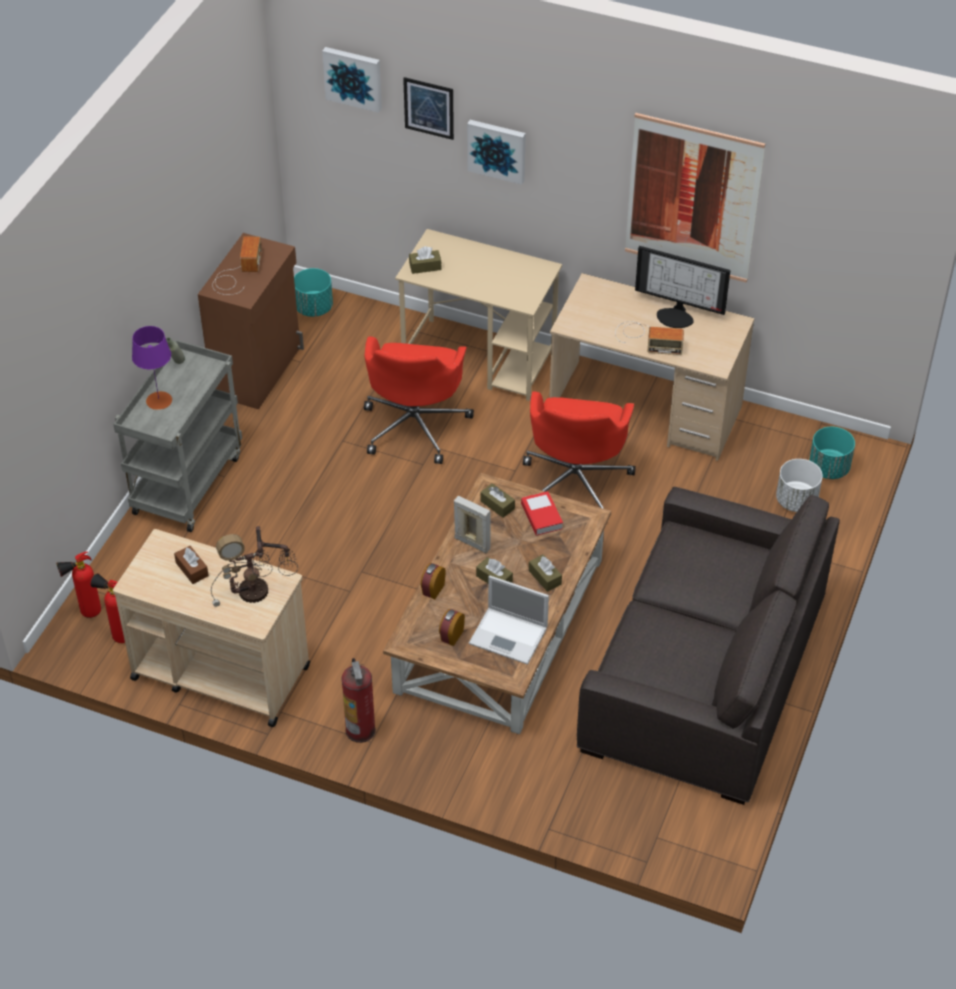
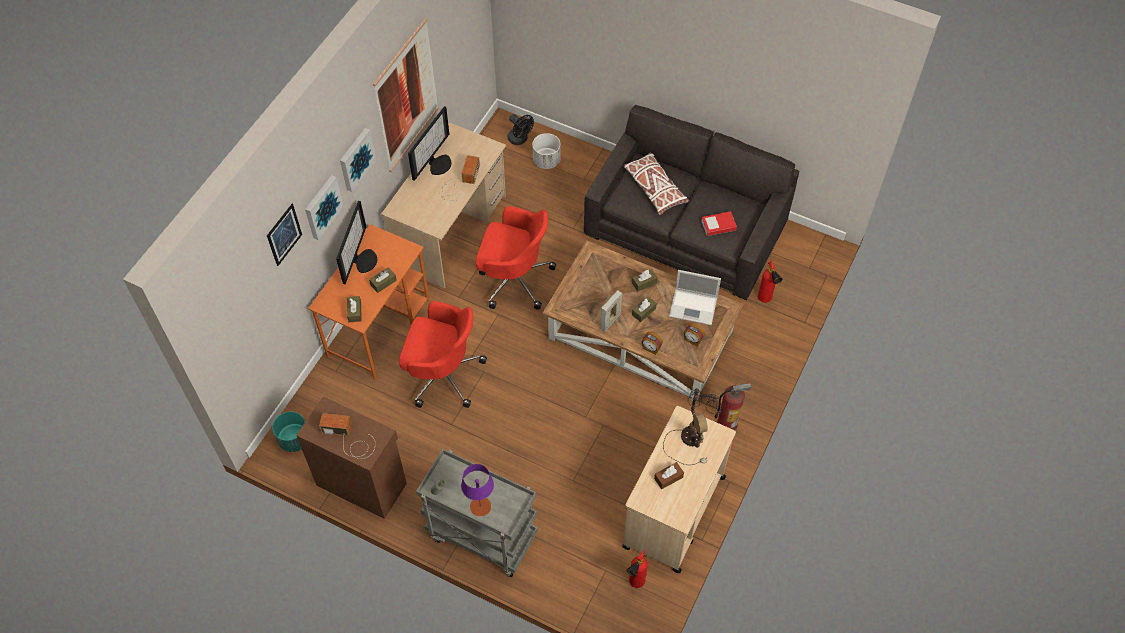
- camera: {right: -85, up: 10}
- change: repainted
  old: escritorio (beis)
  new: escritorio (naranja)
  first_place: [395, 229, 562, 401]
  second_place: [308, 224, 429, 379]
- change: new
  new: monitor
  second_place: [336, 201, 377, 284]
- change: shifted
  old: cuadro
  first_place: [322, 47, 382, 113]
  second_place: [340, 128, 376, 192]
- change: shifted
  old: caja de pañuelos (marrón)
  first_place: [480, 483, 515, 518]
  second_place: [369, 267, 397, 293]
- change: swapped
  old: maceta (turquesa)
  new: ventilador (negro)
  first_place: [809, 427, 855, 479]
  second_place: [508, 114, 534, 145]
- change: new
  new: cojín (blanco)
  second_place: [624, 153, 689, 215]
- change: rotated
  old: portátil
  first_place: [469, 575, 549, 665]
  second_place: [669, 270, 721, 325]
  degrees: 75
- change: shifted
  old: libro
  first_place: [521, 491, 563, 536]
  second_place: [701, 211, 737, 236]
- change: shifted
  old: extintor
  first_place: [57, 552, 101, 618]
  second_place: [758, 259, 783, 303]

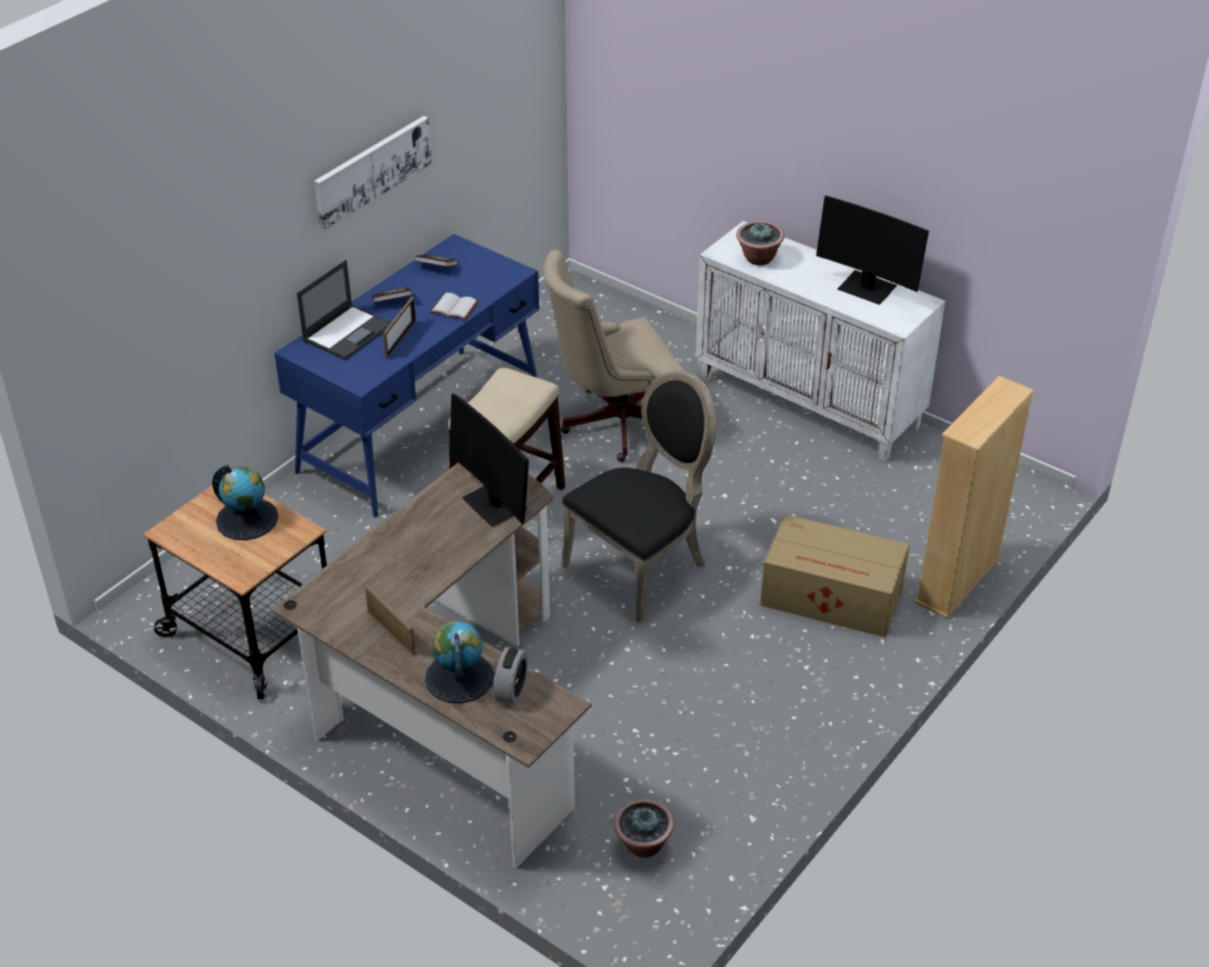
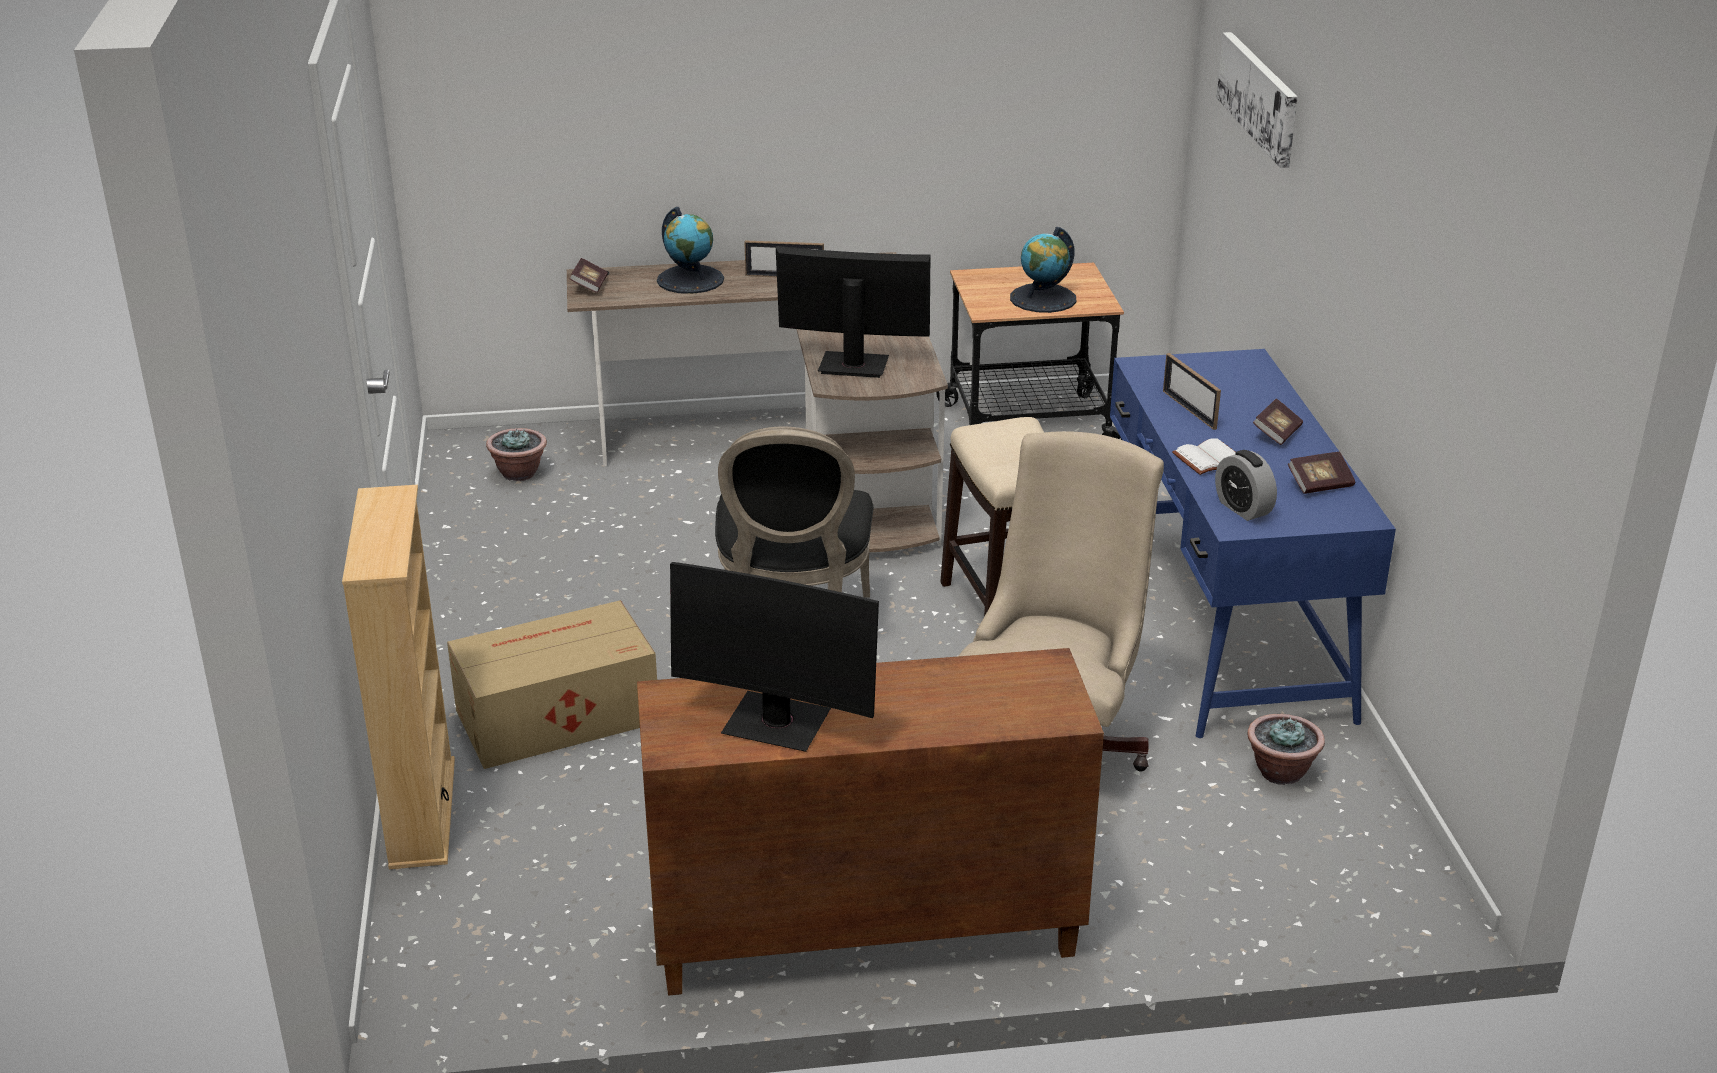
- camera: {right: 135, up: -10}
- change: new
  new: libro
  second_place: [570, 258, 608, 293]
- change: repainted
  old: armario (blanco)
  new: armario (marrón)
  first_place: [695, 221, 945, 462]
  second_place: [637, 648, 1104, 996]
- change: rotated
  old: monitor
  first_place: [816, 196, 929, 305]
  second_place: [670, 562, 879, 752]
  degrees: -150
- change: shifted
  old: despertador
  first_place: [494, 647, 528, 705]
  second_place: [1215, 450, 1277, 521]
- change: shifted
  old: cuadro
  first_place: [314, 116, 432, 230]
  second_place: [1217, 32, 1298, 168]
- change: shifted
  old: planta en maceta
  first_place: [736, 221, 784, 265]
  second_place: [1247, 714, 1325, 785]
- change: gone
  old: portátil
  first_place: [297, 260, 391, 360]

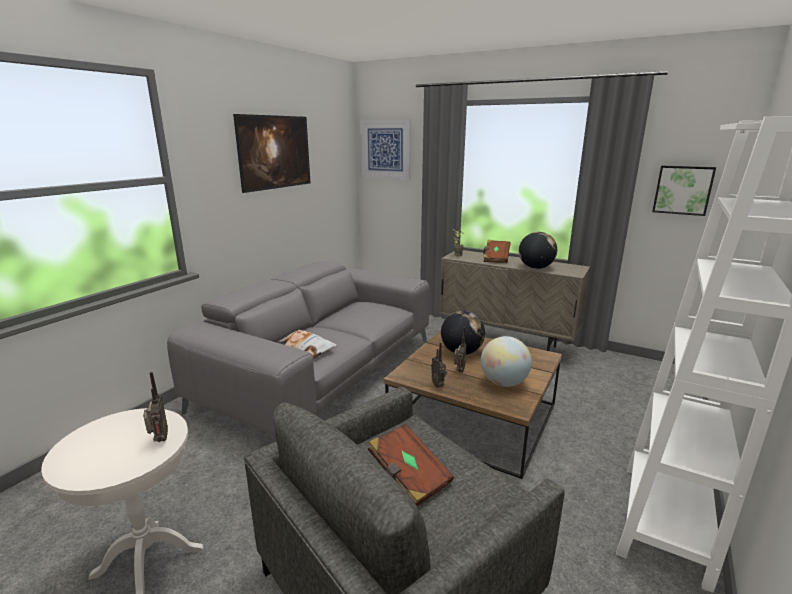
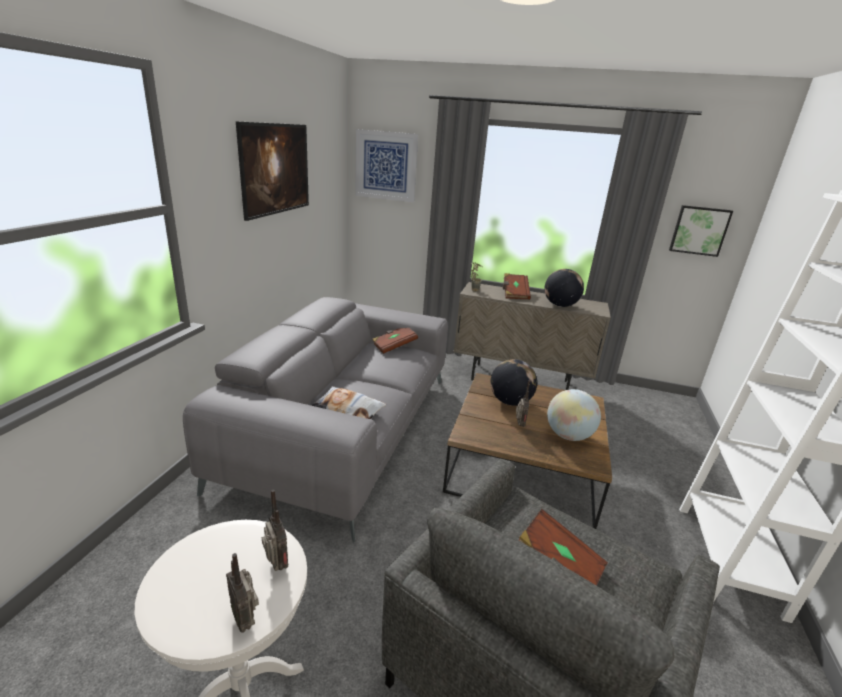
- camera: {right: -15, up: 5}
- change: shifted
  old: radio
  first_place: [431, 342, 447, 388]
  second_place: [226, 553, 259, 633]
- change: new
  new: libro (marrón)
  second_place: [372, 328, 418, 354]

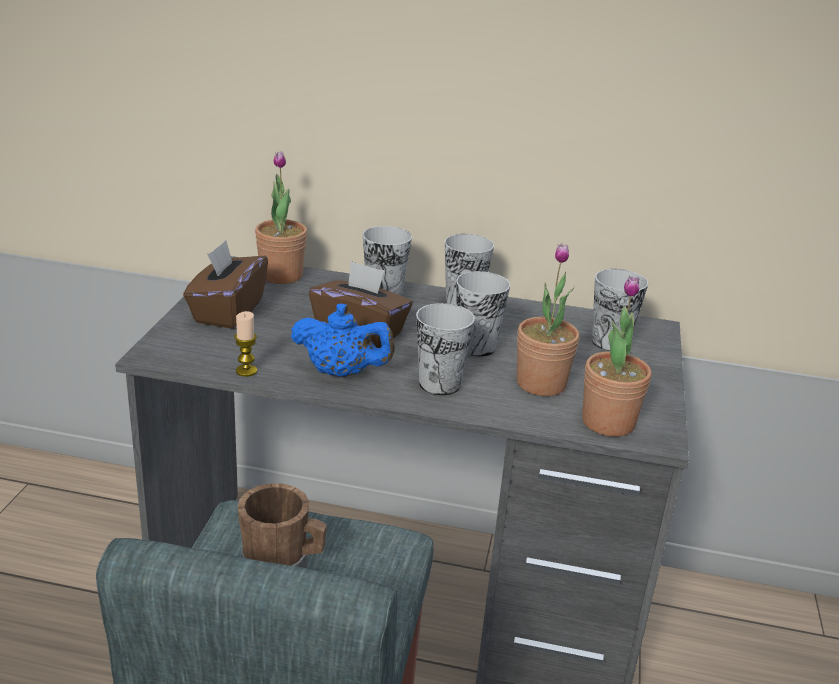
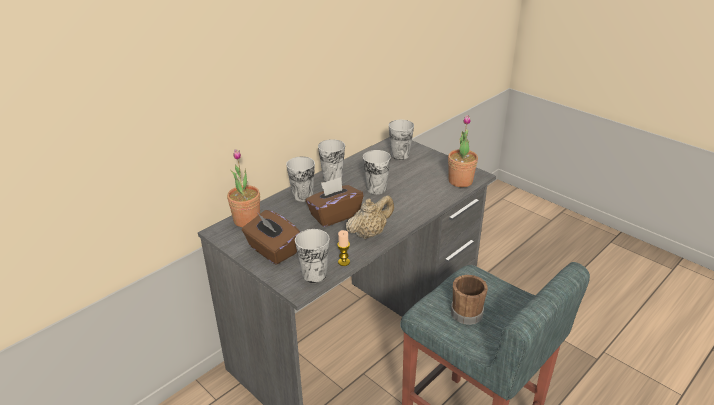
- camera: {right: -55, up: 5}
- change: shifted
  old: taza
  first_place: [416, 303, 475, 396]
  second_place: [295, 229, 330, 283]
- change: repainted
  old: tetera (azul)
  new: tetera (beis)
  first_place: [291, 304, 395, 378]
  second_place: [346, 195, 394, 239]
- change: gone
  old: planta en maceta
  first_place: [517, 243, 579, 396]

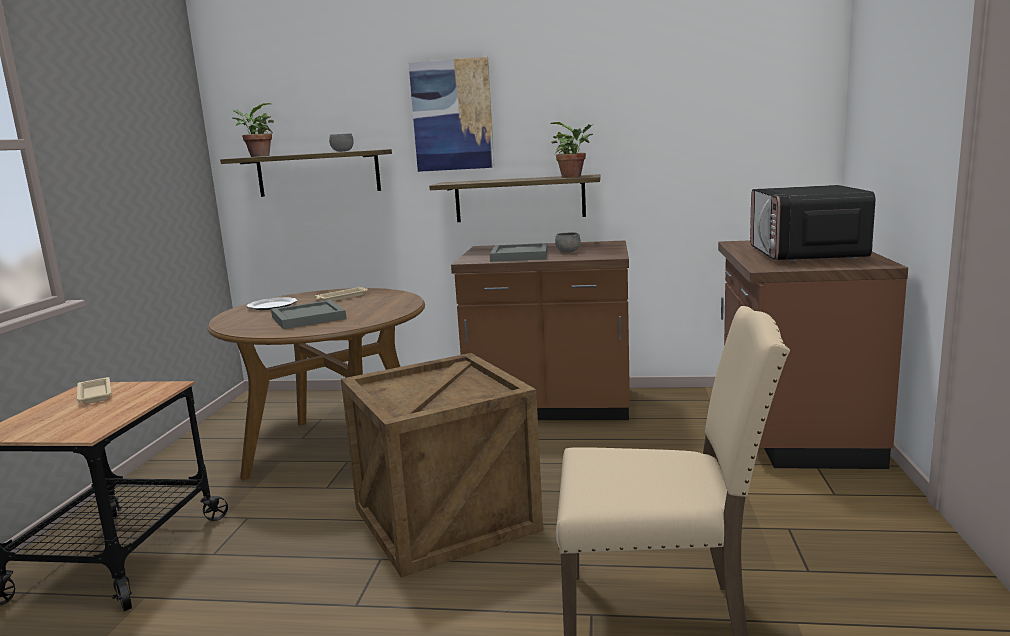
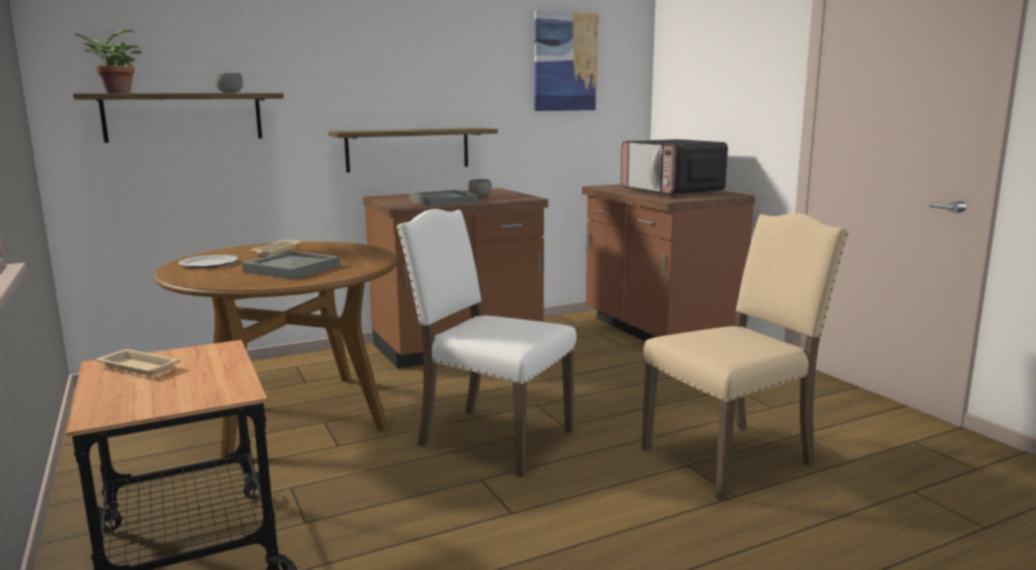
- camera: {right: -35, up: 0}
- change: swapped
  old: caja de embalaje
  new: silla (blanco)
  first_place: [341, 353, 543, 578]
  second_place: [396, 209, 576, 477]
- change: shifted
  old: cuadro
  first_place: [409, 57, 495, 172]
  second_place: [534, 10, 599, 111]
- change: gone
  old: planta en maceta
  first_place: [551, 122, 593, 178]

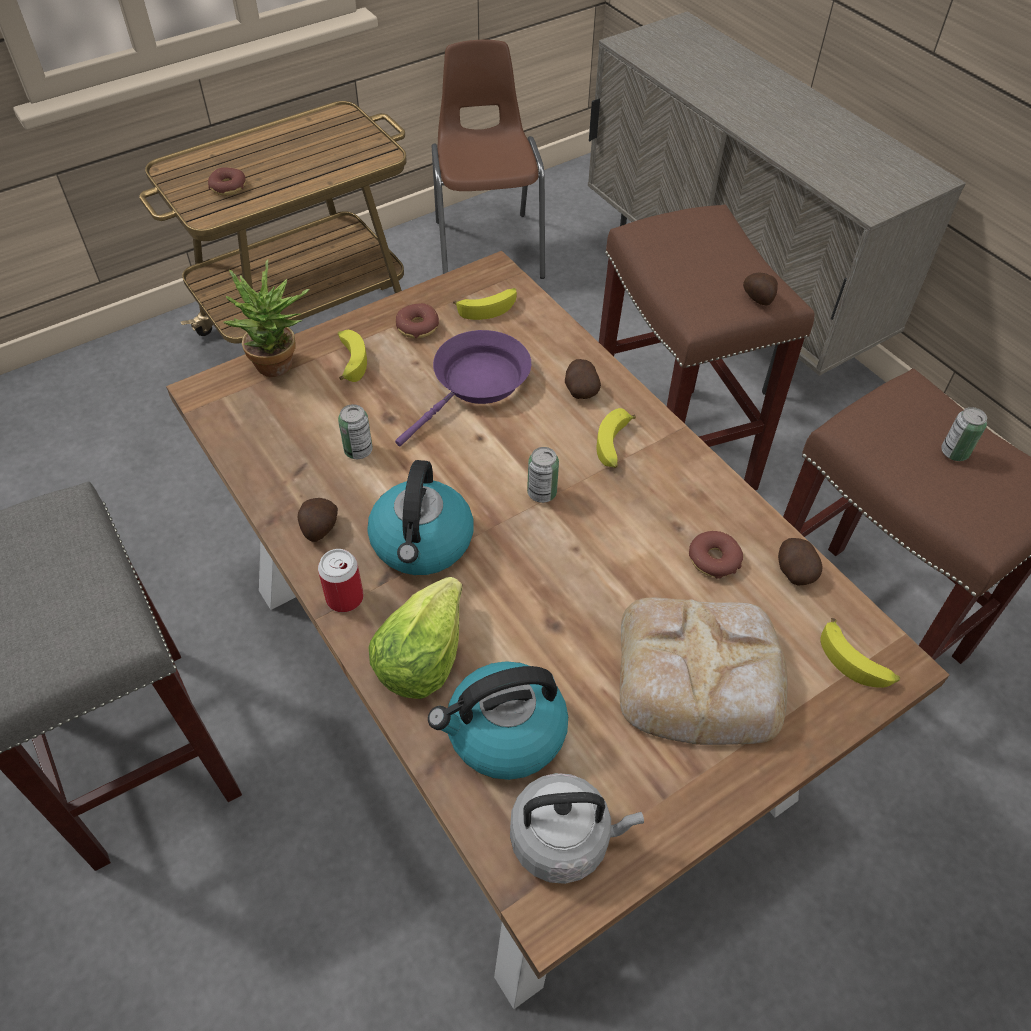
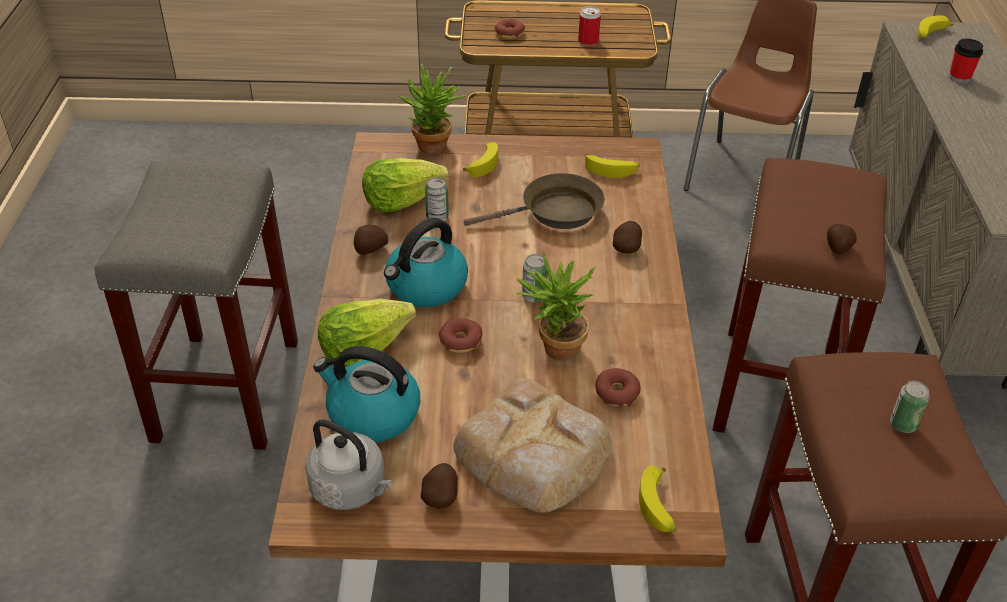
- camera: {right: 35, up: -10}
- change: new
  new: lechuga
  second_place: [362, 158, 449, 213]
- change: shifted
  old: patata
  first_place: [778, 538, 823, 585]
  second_place: [421, 463, 458, 509]
- change: shifted
  old: rosquilla
  first_place: [396, 303, 439, 338]
  second_place: [439, 318, 482, 353]
- change: repainted
  old: sartén (morado)
  new: sartén (marrón)
  first_place: [395, 330, 531, 446]
  second_place: [464, 173, 605, 229]
- change: new
  new: planta en maceta
  second_place: [516, 252, 597, 361]
- change: shifted
  old: lata
  first_place: [318, 549, 364, 612]
  second_place: [578, 6, 601, 46]
- change: shifted
  old: plátano
  first_place: [597, 408, 636, 468]
  second_place: [917, 15, 953, 39]
- change: new
  new: taza
  second_place: [949, 39, 983, 83]

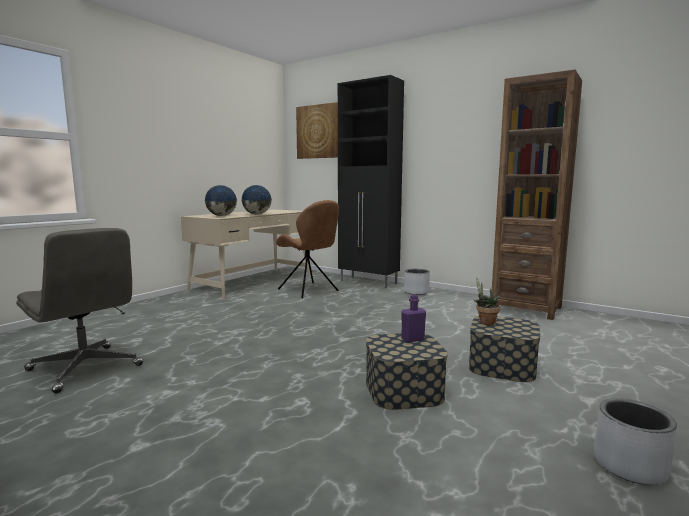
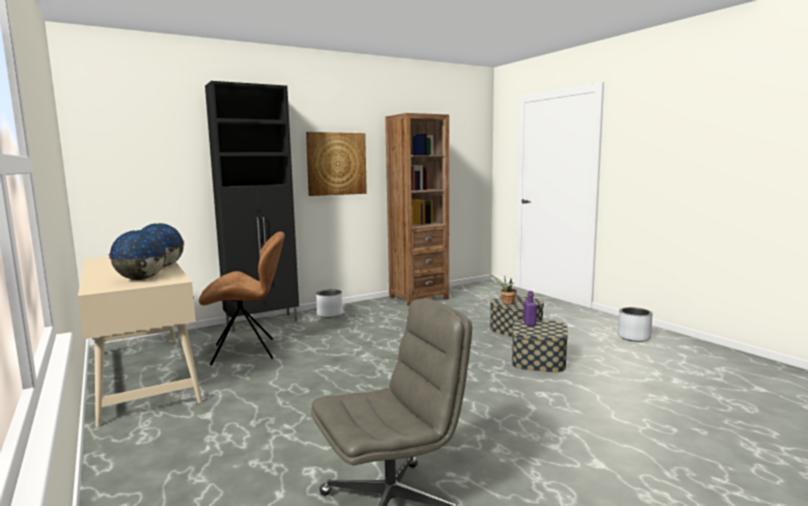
- camera: {right: -65, up: 0}
- change: shifted
  old: cuadro
  first_place: [296, 102, 338, 159]
  second_place: [306, 132, 367, 196]

